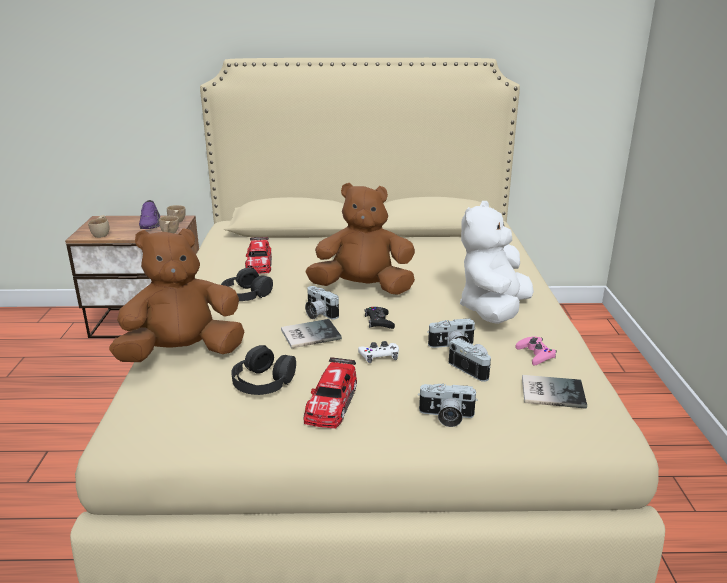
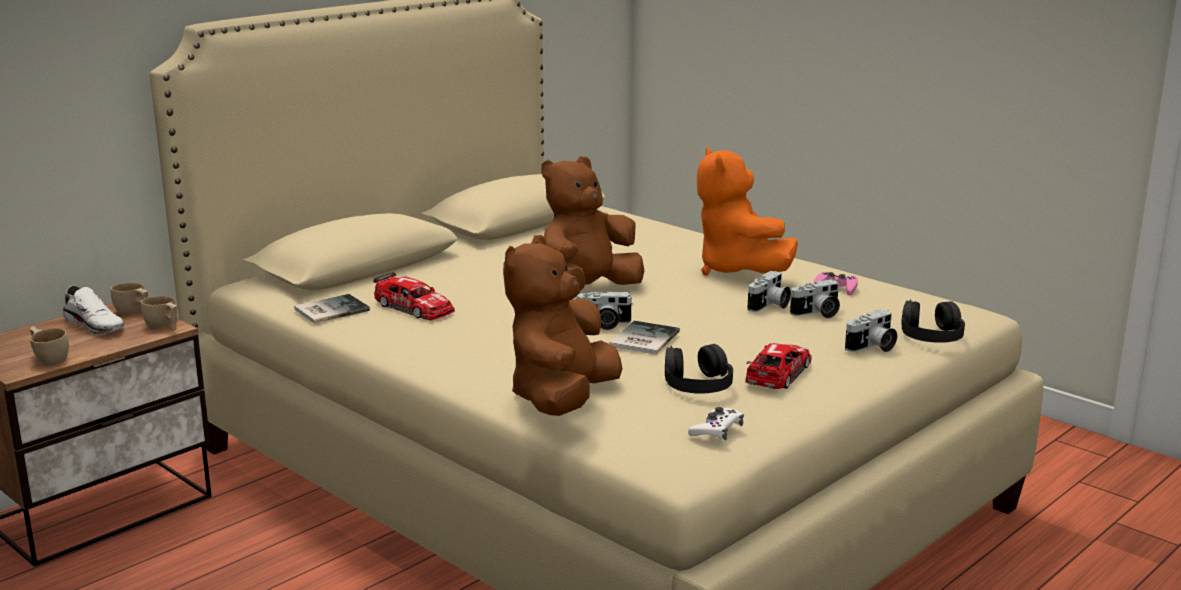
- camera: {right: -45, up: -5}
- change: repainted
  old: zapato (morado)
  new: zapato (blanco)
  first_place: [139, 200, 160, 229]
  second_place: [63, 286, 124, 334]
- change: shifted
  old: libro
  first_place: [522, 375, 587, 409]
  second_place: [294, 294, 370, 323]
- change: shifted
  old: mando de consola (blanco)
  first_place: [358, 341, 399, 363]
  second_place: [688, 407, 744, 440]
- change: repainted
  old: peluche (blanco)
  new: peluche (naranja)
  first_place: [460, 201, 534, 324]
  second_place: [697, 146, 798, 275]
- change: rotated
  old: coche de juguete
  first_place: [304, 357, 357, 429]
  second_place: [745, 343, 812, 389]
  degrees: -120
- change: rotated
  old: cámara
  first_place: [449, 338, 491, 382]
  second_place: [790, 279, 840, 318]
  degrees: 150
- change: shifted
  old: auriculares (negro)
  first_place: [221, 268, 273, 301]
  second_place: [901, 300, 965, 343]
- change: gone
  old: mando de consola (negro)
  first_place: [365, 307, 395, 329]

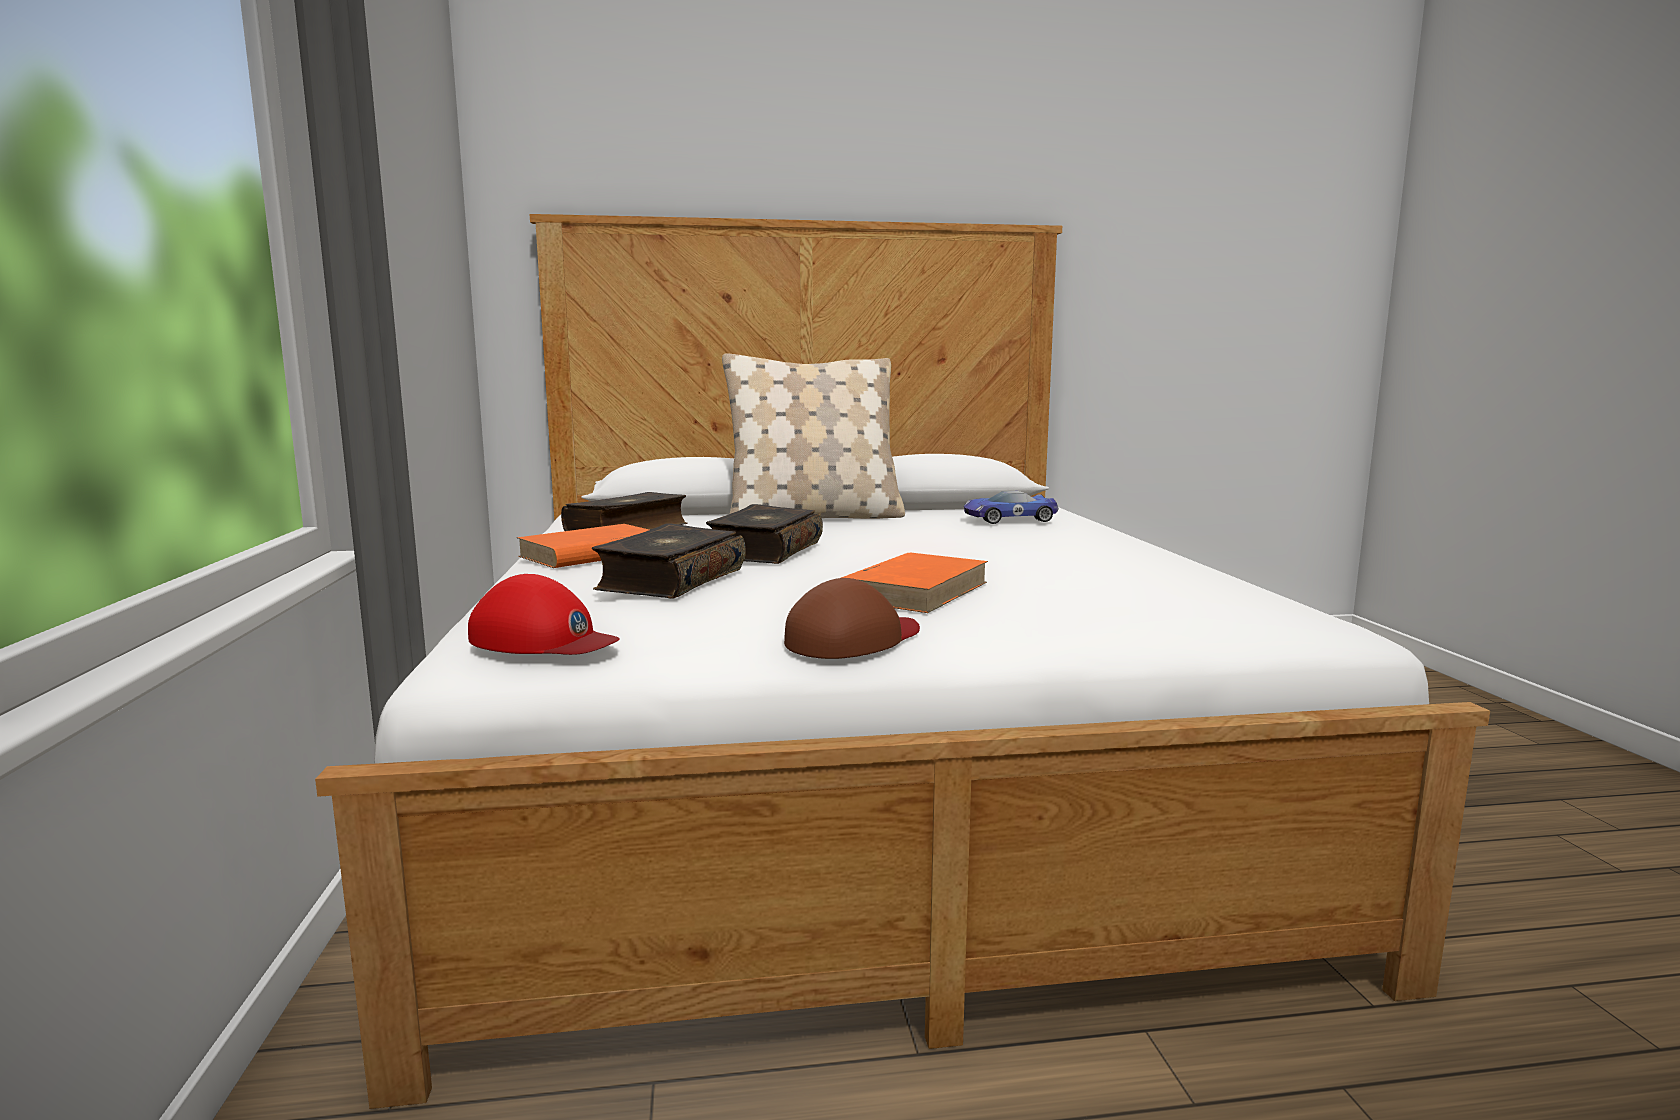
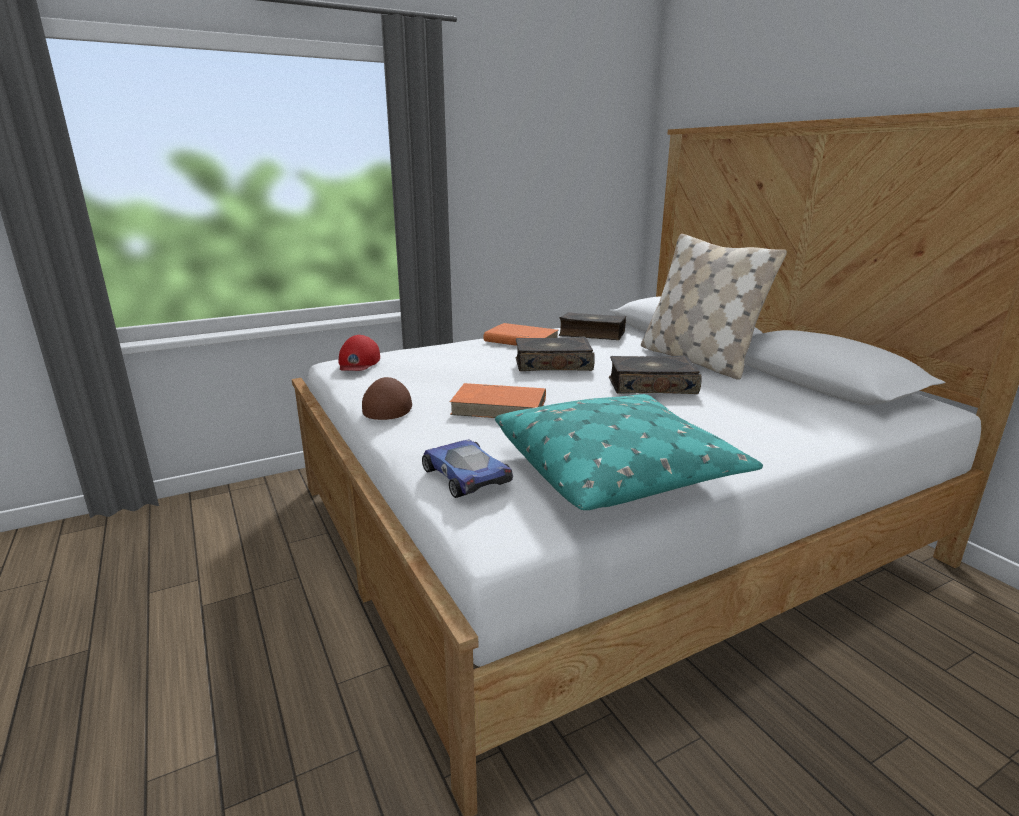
- camera: {right: 70, up: 10}
- change: rotated
  old: gorra (marrón)
  first_place: [784, 578, 920, 659]
  second_place: [362, 377, 412, 420]
  degrees: -120
- change: shifted
  old: coche de juguete
  first_place: [964, 491, 1059, 524]
  second_place: [422, 439, 513, 498]
- change: new
  new: cojín (turquesa)
  second_place: [495, 394, 763, 510]
- change: shifted
  old: libro
  first_place: [592, 523, 746, 598]
  second_place: [609, 355, 702, 394]

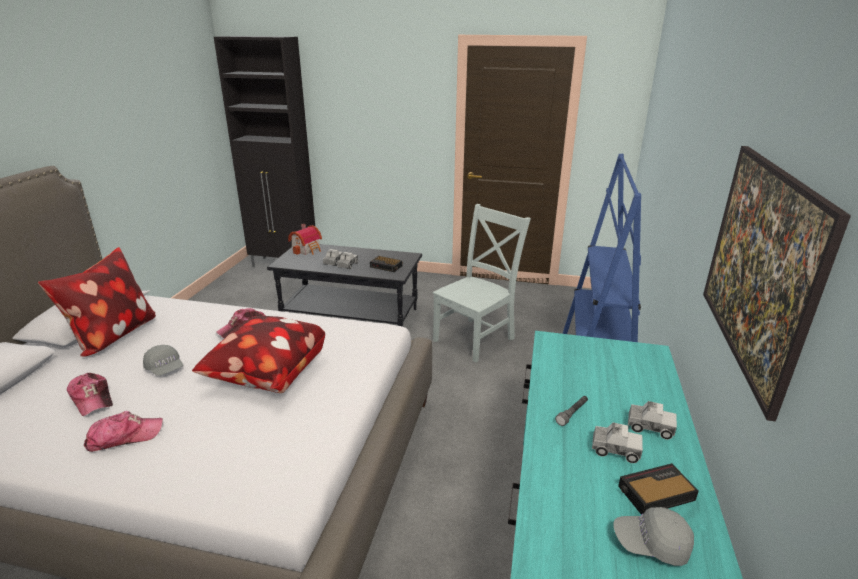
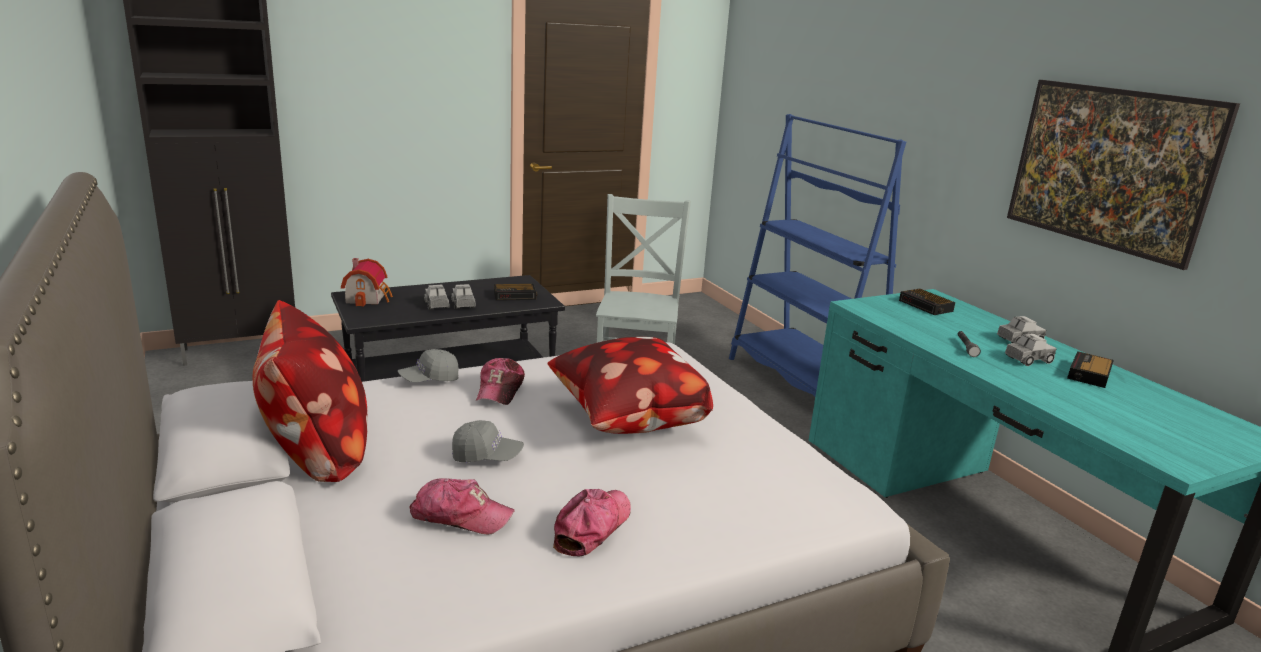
- camera: {right: -40, up: -5}
- change: shifted
  old: gorra (gris)
  first_place: [613, 507, 694, 566]
  second_place: [398, 349, 459, 382]
- change: new
  new: despertador
  second_place: [899, 288, 955, 315]

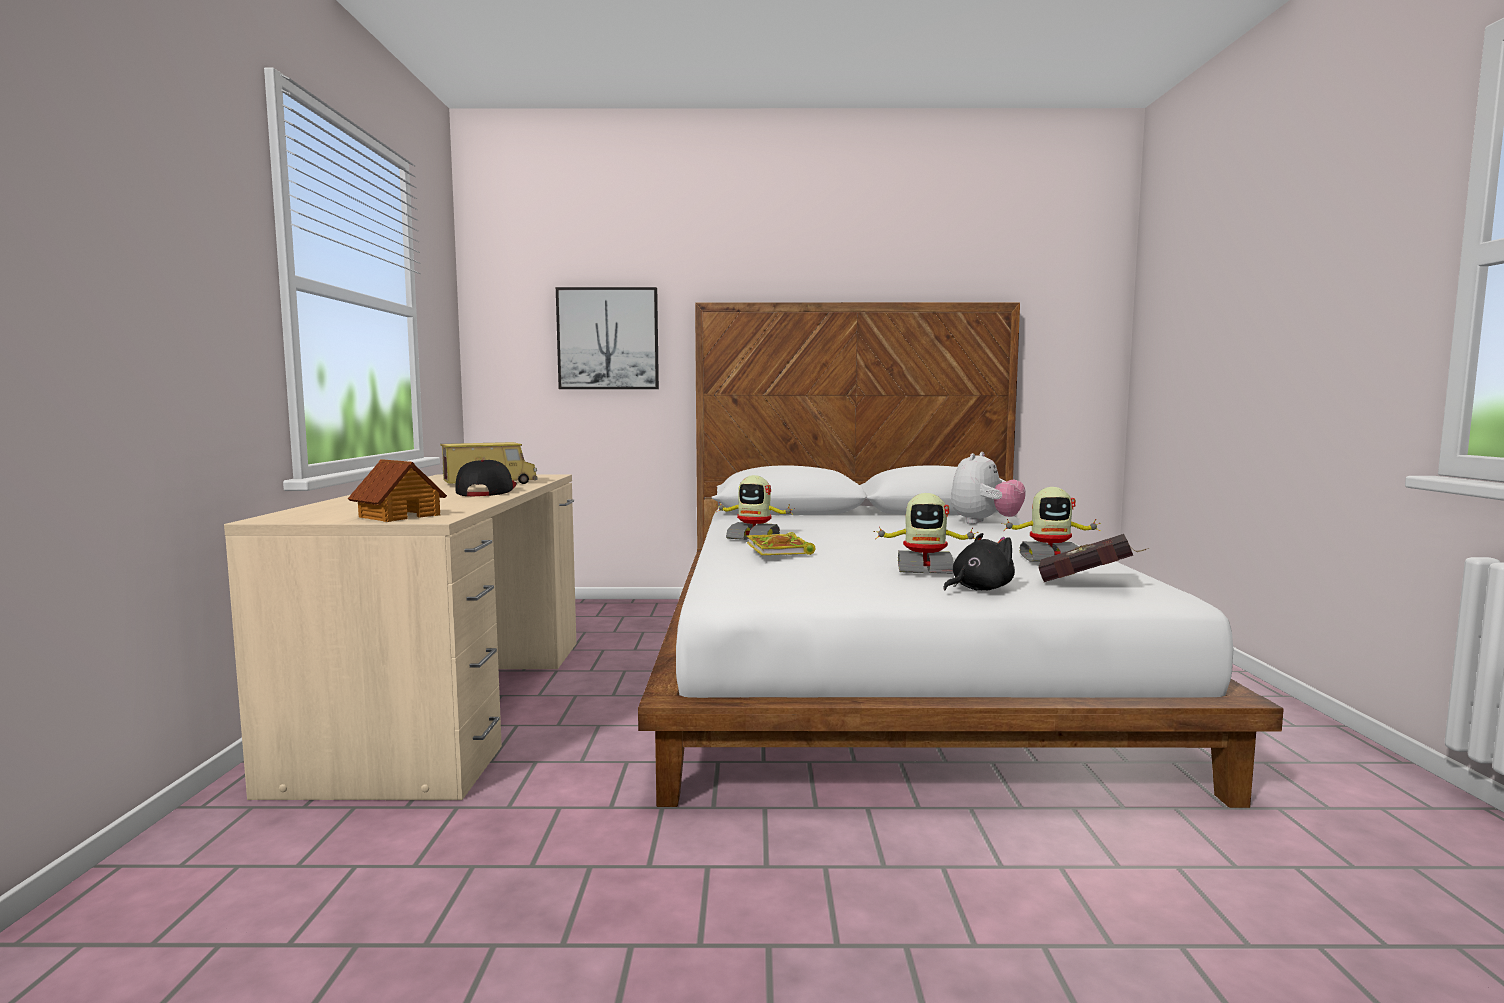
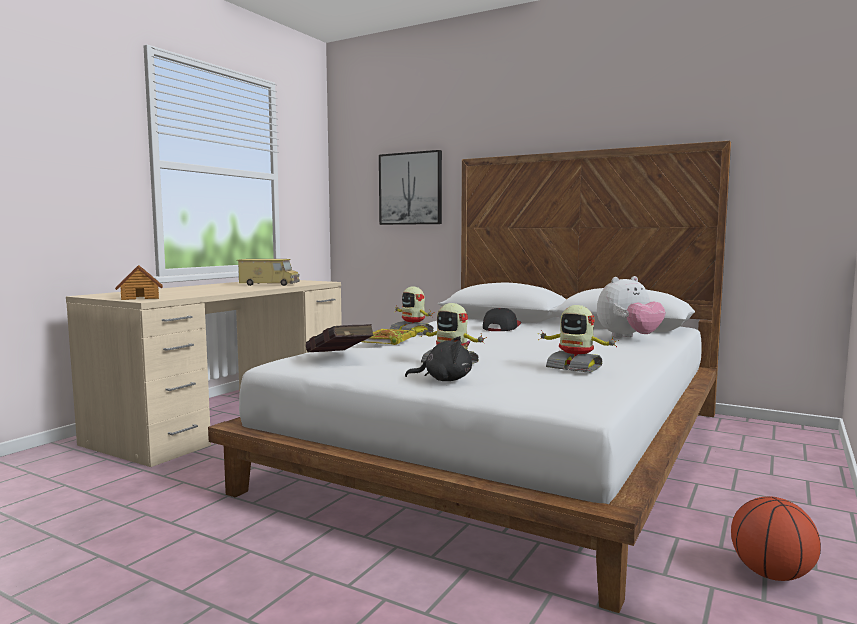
- camera: {right: 30, up: 0}
- change: shifted
  old: libro (rojo)
  first_place: [1038, 534, 1149, 582]
  second_place: [306, 324, 374, 352]
- change: shifted
  old: gorra
  first_place: [455, 460, 517, 496]
  second_place: [483, 308, 521, 331]
- change: new
  new: balón de baloncesto
  second_place: [731, 496, 821, 581]

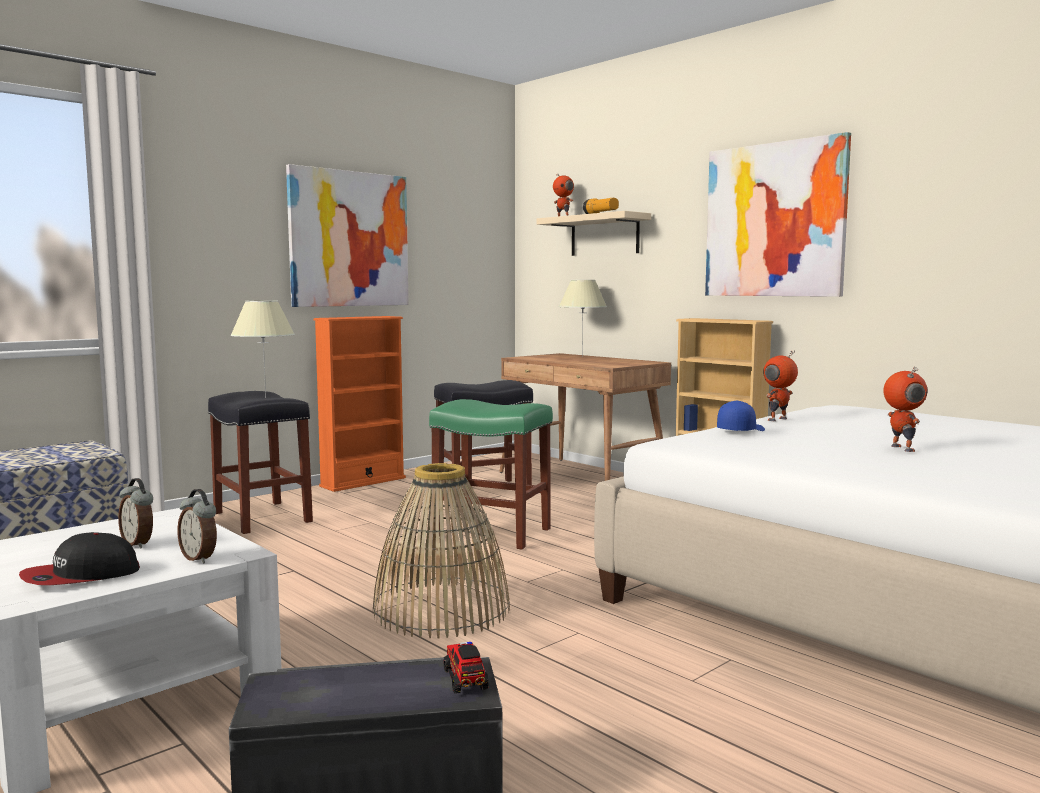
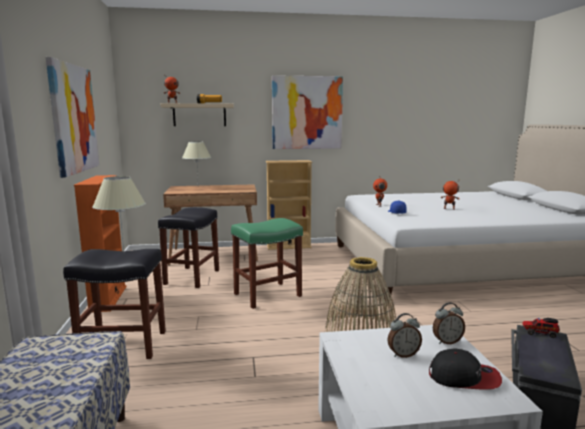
- camera: {right: -55, up: 5}
- change: rotated
  old: gorra
  first_place: [19, 532, 140, 585]
  second_place: [429, 349, 502, 390]
  degrees: -75

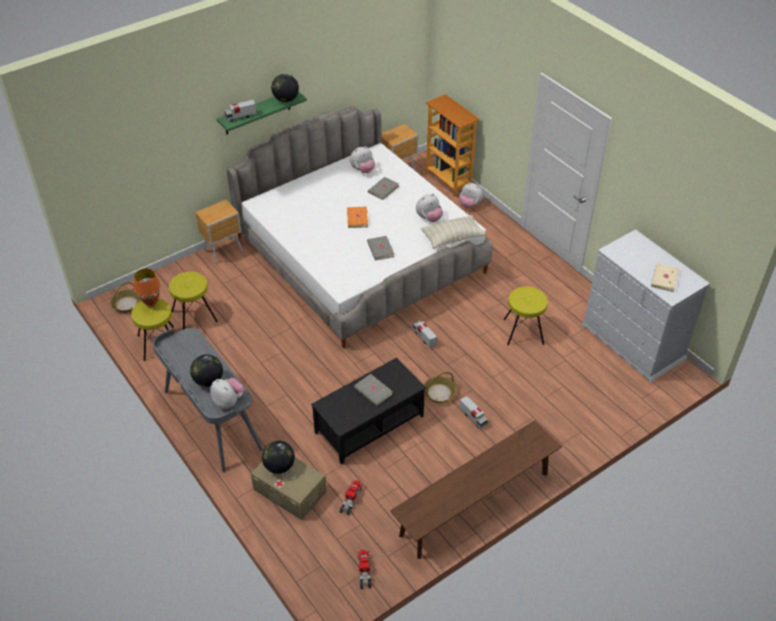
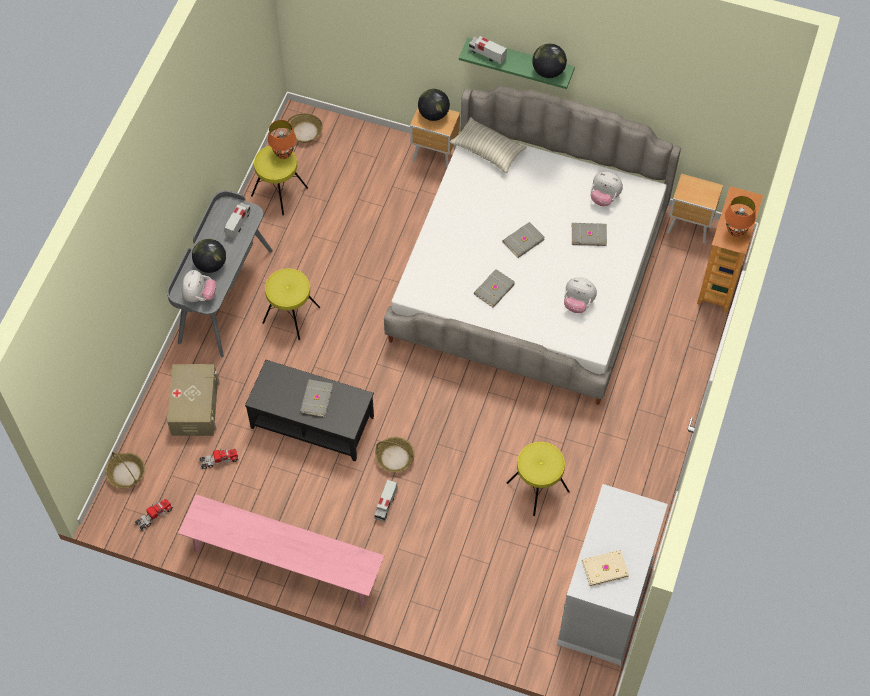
- camera: {right: 55, up: 15}
- change: new
  new: cesta
  second_place: [105, 452, 145, 488]
- change: repainted
  old: banco (marrón)
  new: banco (rosa)
  first_place: [390, 420, 562, 559]
  second_place: [178, 494, 384, 607]
- change: shifted
  old: camión de juguete
  first_place: [413, 321, 437, 348]
  second_place: [224, 202, 251, 239]
- change: shifted
  old: taburete (amarillo)
  first_place: [169, 272, 218, 330]
  second_place: [262, 268, 320, 340]
- change: shifted
  old: globo terráqueo
  first_place: [262, 441, 295, 474]
  second_place: [418, 89, 450, 121]
- change: shifted
  old: cojín
  first_place: [421, 215, 486, 249]
  second_place: [450, 117, 527, 173]
- change: repainted
  old: libro (naranja)
  new: libro (gris)
  first_place: [347, 207, 368, 228]
  second_place: [503, 222, 545, 258]
- change: new
  new: lámpara de mesa (naranja)
  second_place: [725, 196, 756, 237]
- change: gone
  old: peluche
  first_place: [459, 182, 483, 208]

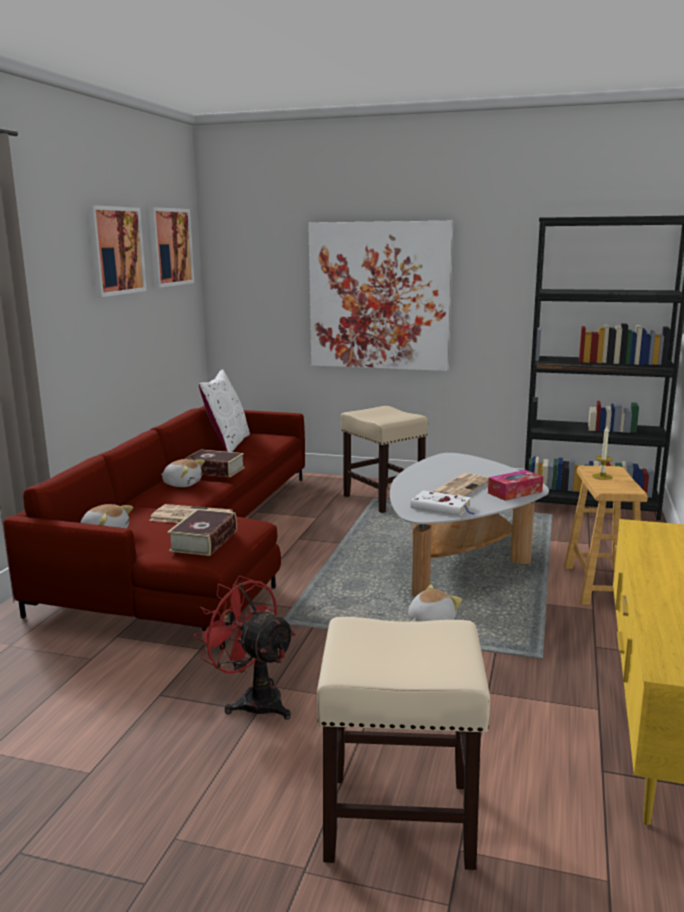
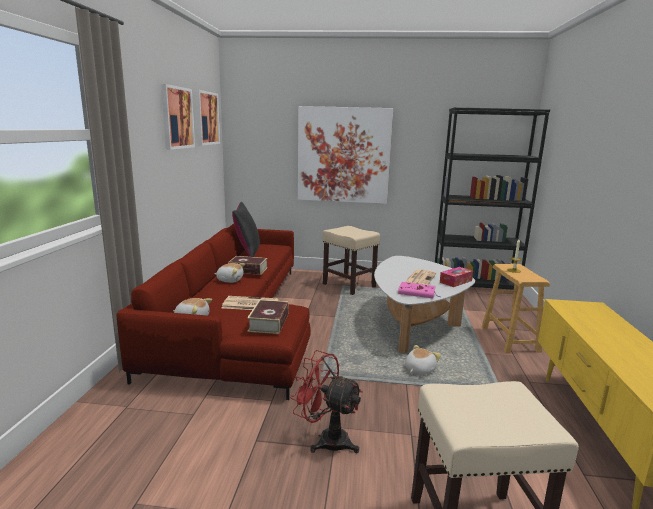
- camera: {right: -10, up: 0}
- change: repainted
  old: cojín (blanco)
  new: cojín (negro)
  first_place: [199, 370, 250, 452]
  second_place: [232, 202, 260, 257]
- change: repainted
  old: libro (blanco)
  new: libro (rosa)
  first_place: [410, 490, 475, 516]
  second_place: [398, 282, 441, 299]

